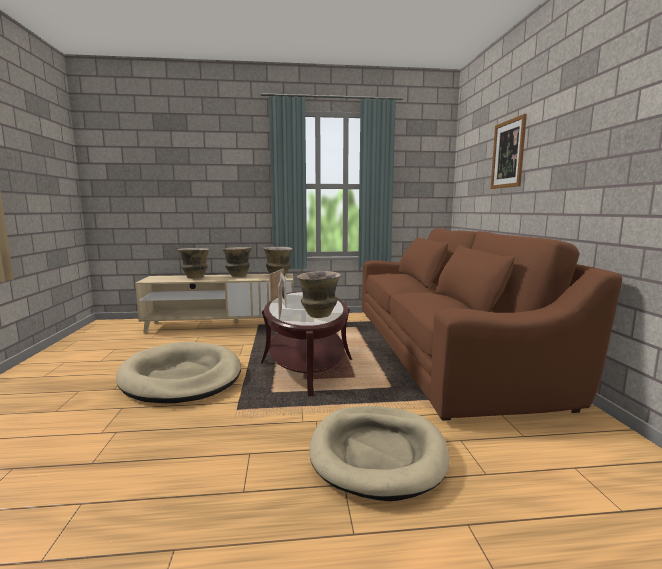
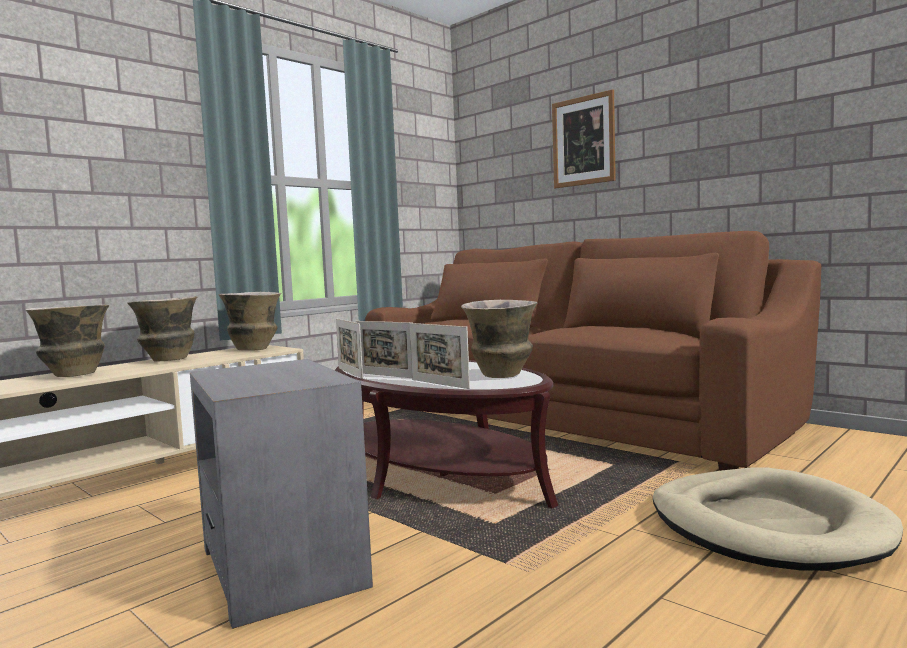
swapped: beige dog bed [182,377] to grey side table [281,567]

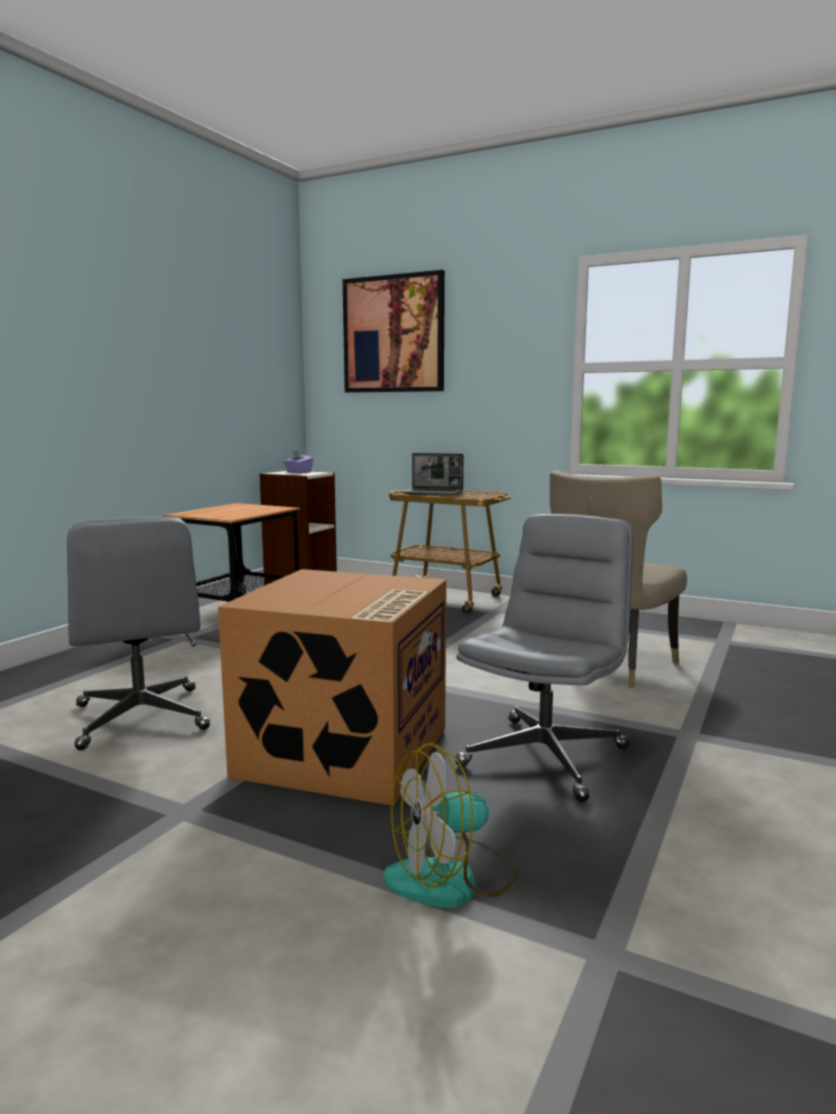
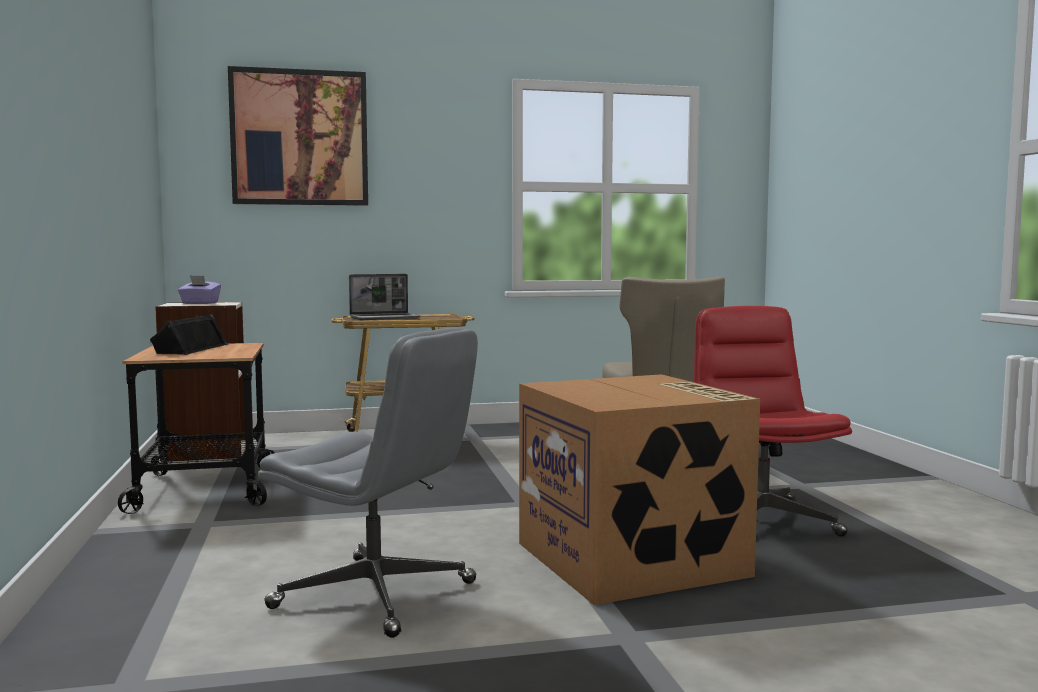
gone: fan [451,879]
new: black speaker [189,349]
repainted: grey office chair [544,756] to red office chair [760,520]

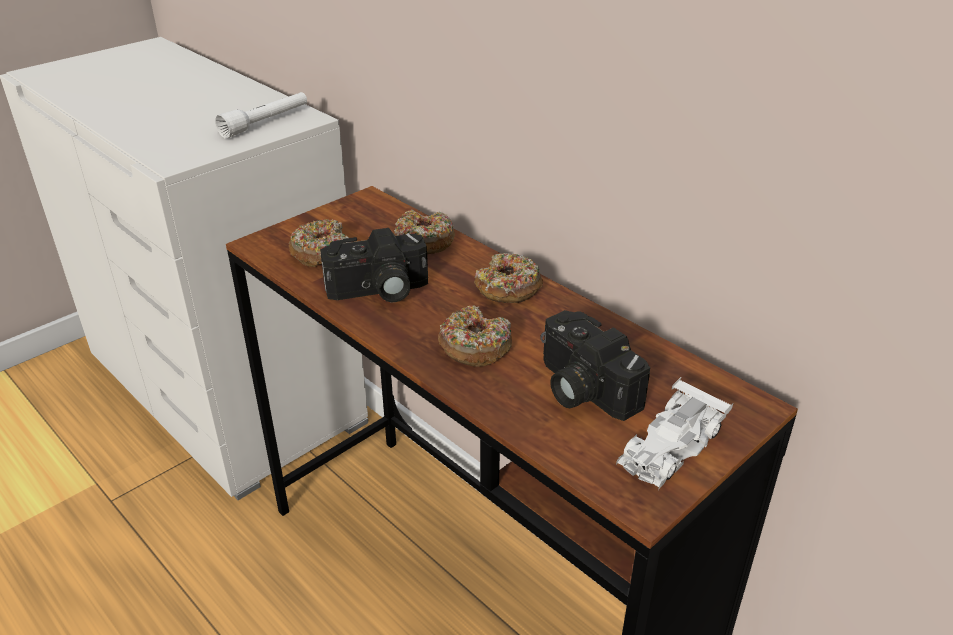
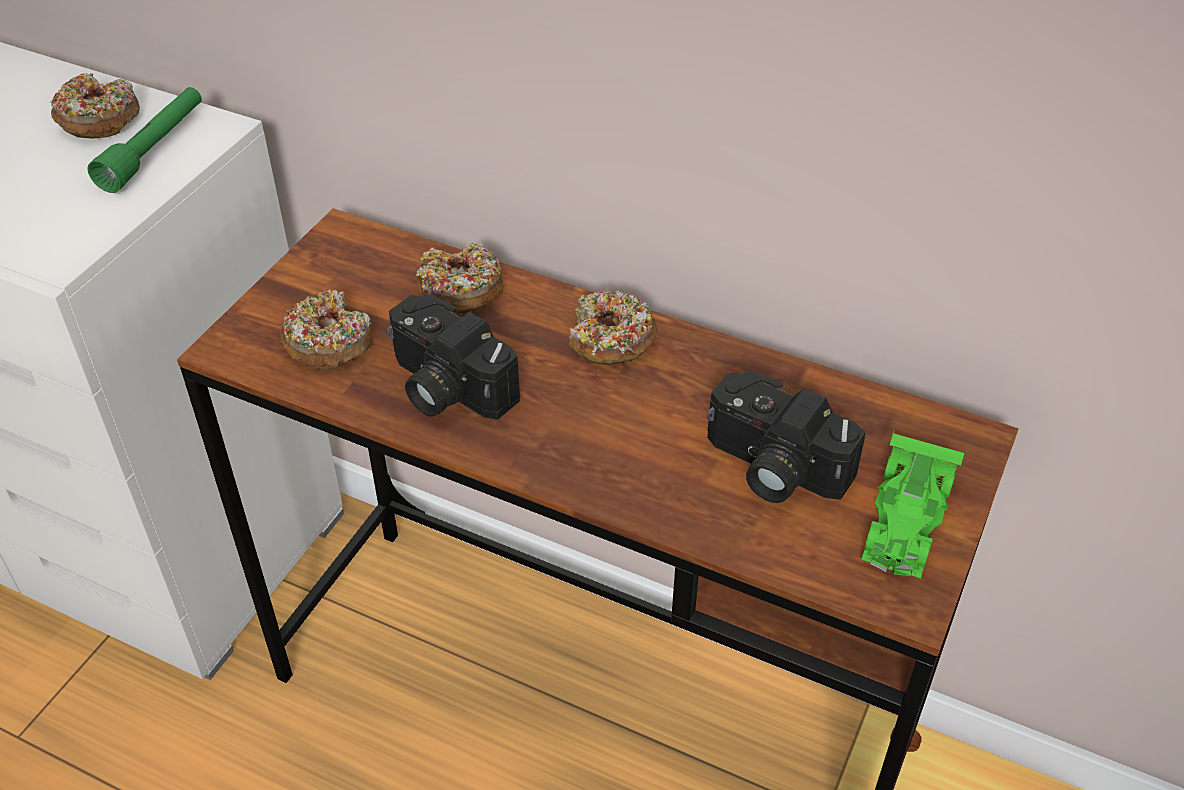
shifted: donut [475,347] to [98,119]
repainted: white flashlight [265,123] to green flashlight [154,150]; white toy car [669,446] to green toy car [906,519]
rotated: photo camera [378,291] = [444,387] 75 degrees clockwise

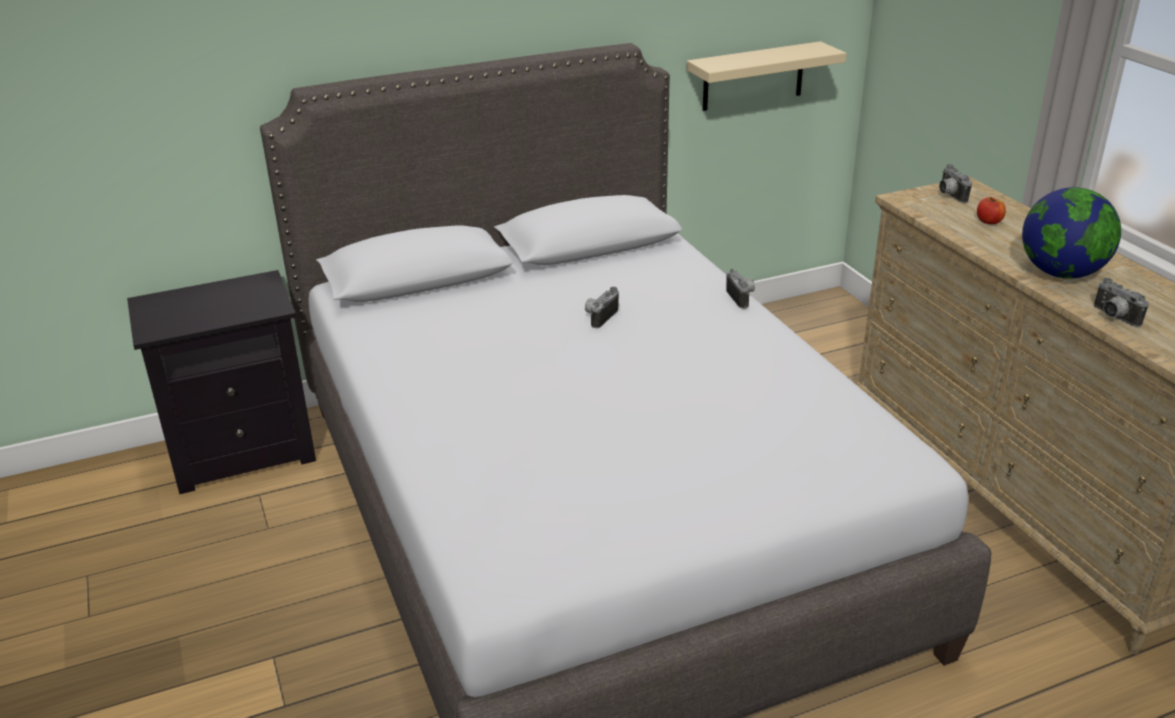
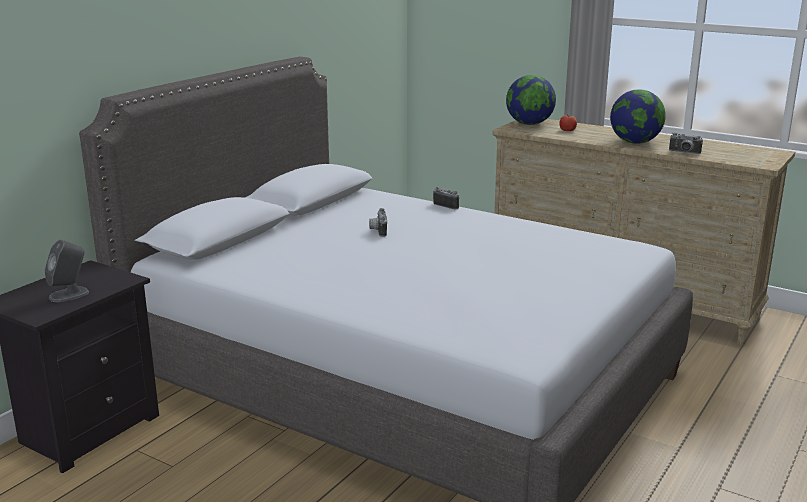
gone: beige shelf [753,76]
new: grey speaker [69,294]
swapped: photo camera [949,195] to globe [529,124]

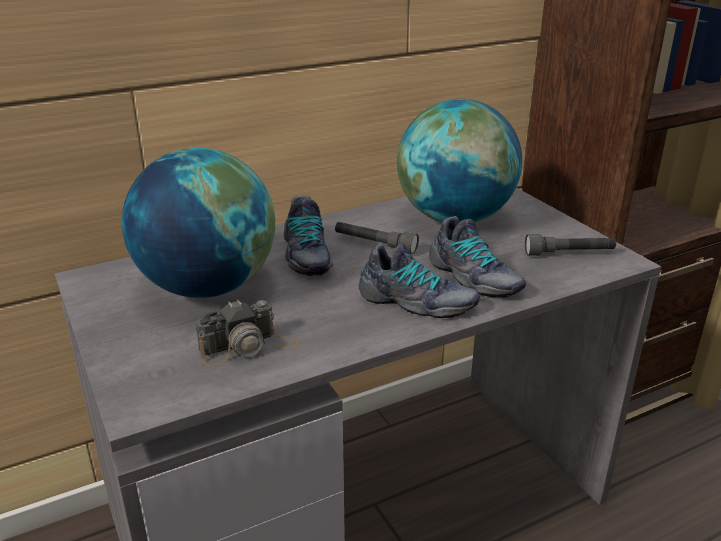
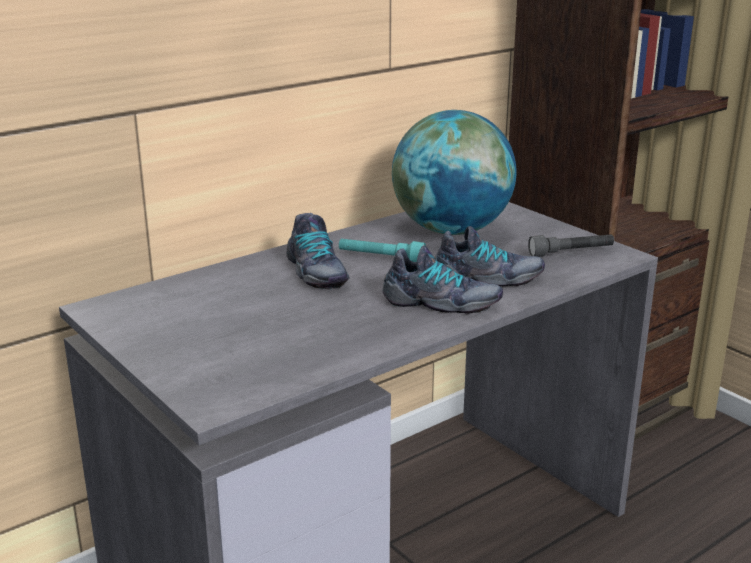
gone: globe [207,287]; photo camera [248,346]
repainted: grey flashlight [375,244] to turquoise flashlight [381,258]
rotated: shoe [473,278] = [487,279] 45 degrees counterclockwise

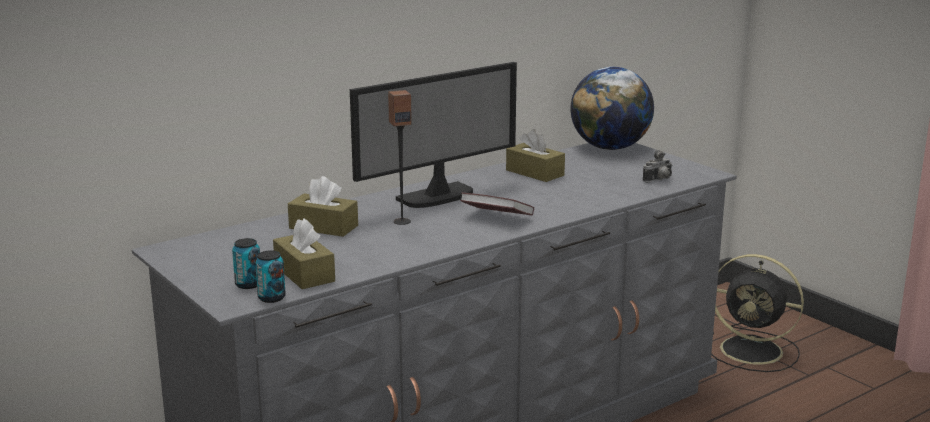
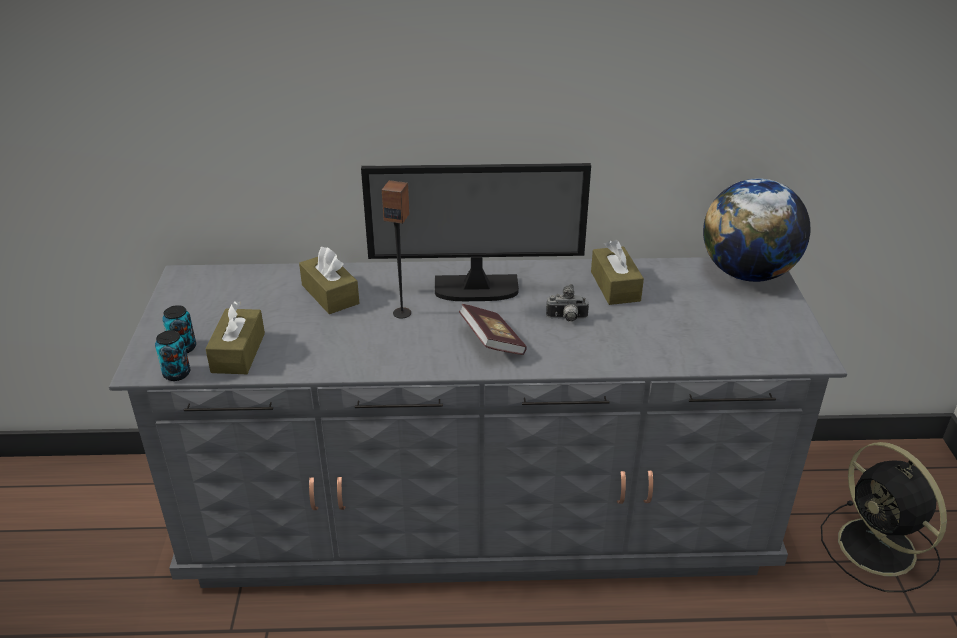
shifted: photo camera [659,180] to [567,319]

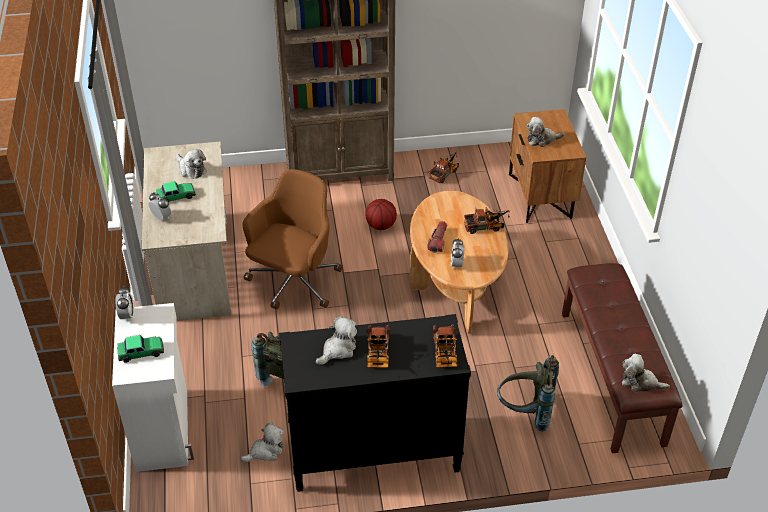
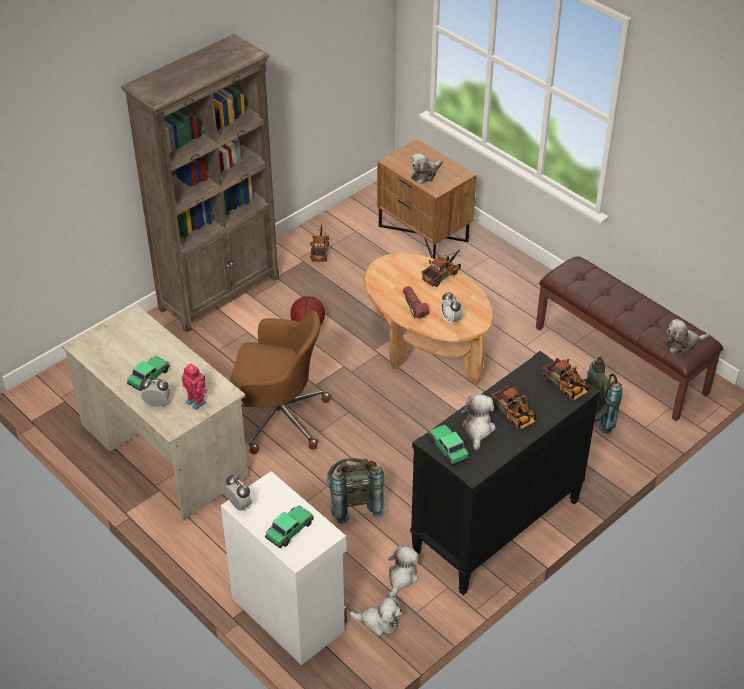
new: toy robot [197,401]; toy car [448,448]
shifted: plush toy [191,169] to [379,622]
rotated: brown office chair [294,283] = [278,417] 105 degrees clockwise

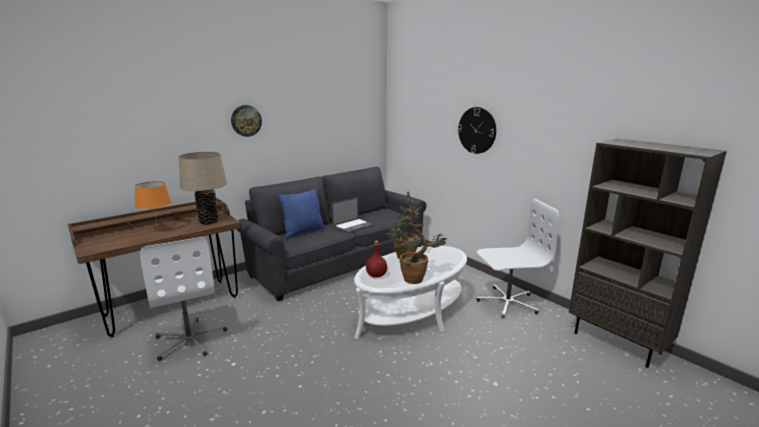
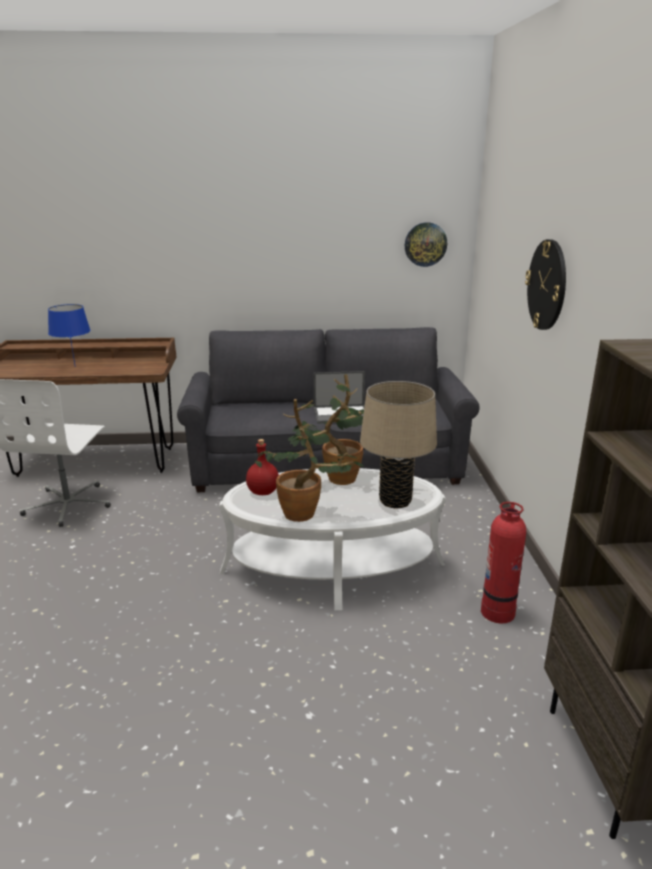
gone: blue pillow [303,232]
shifted: beige table lamp [208,221] to [395,501]; wall clock [246,120] to [425,244]
swapped: white office chair [507,302] to fire extinguisher [498,611]
repainted: orange table lamp [157,231] to blue table lamp [74,366]

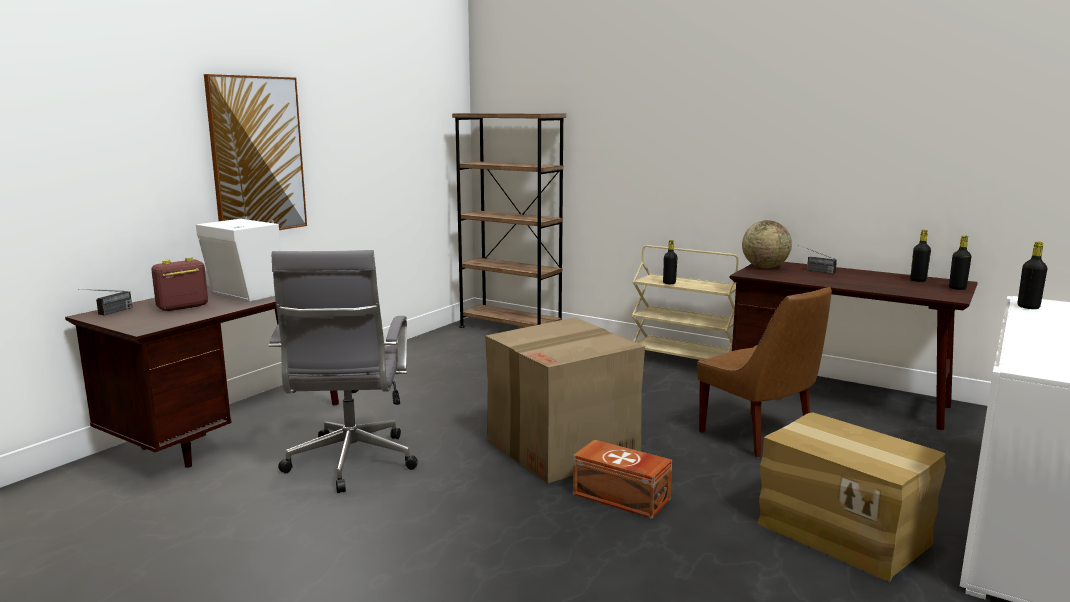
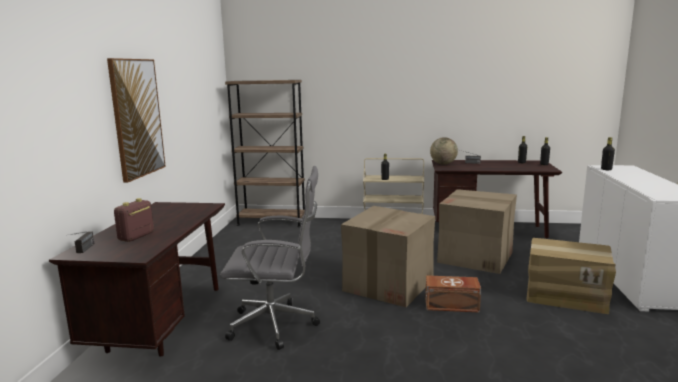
gone: white speaker [245,294]
swapped: brown chair [758,435] to cardboard box [476,257]
rotated: grey office chair [350,464] = [277,325] 60 degrees counterclockwise

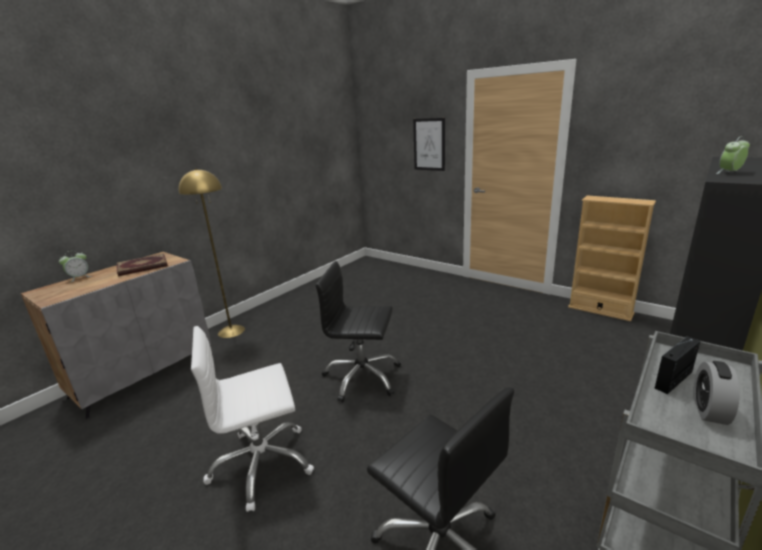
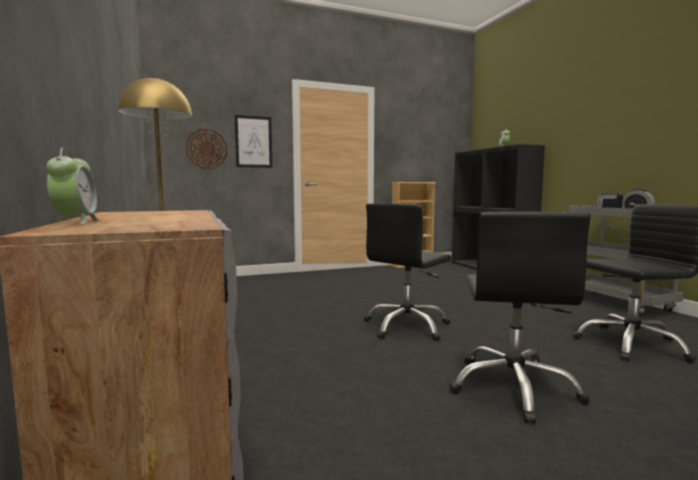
gone: book [143,267]
new: wall clock [206,149]
repainted: white office chair [262,464] to black office chair [513,388]

